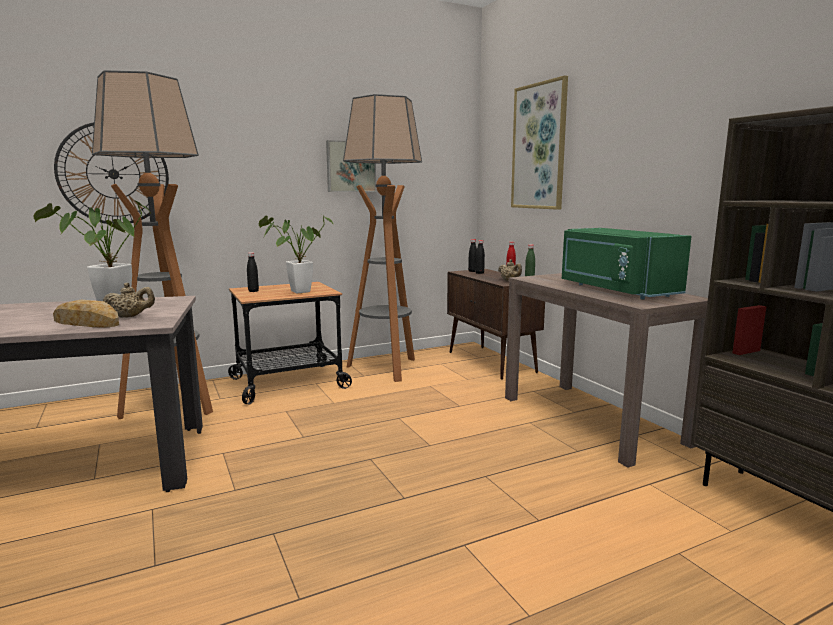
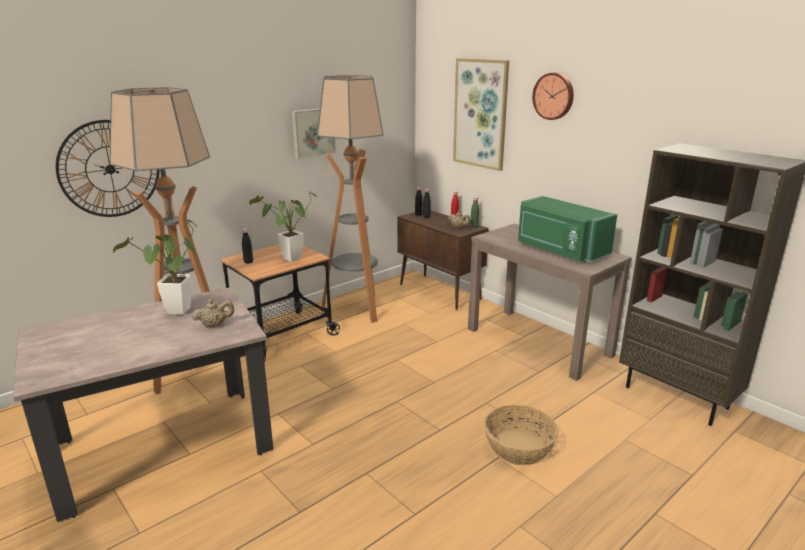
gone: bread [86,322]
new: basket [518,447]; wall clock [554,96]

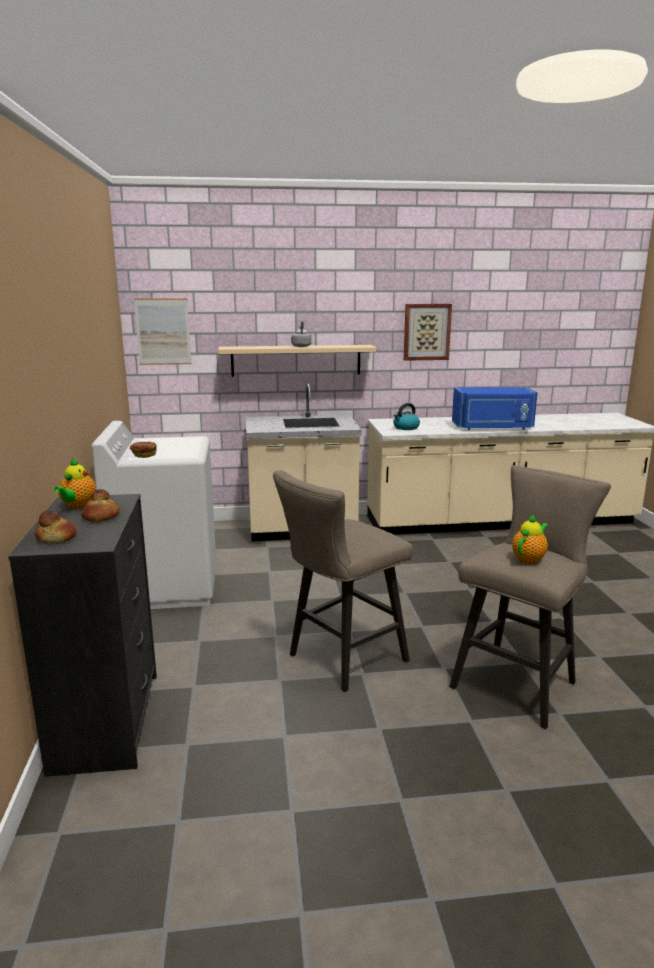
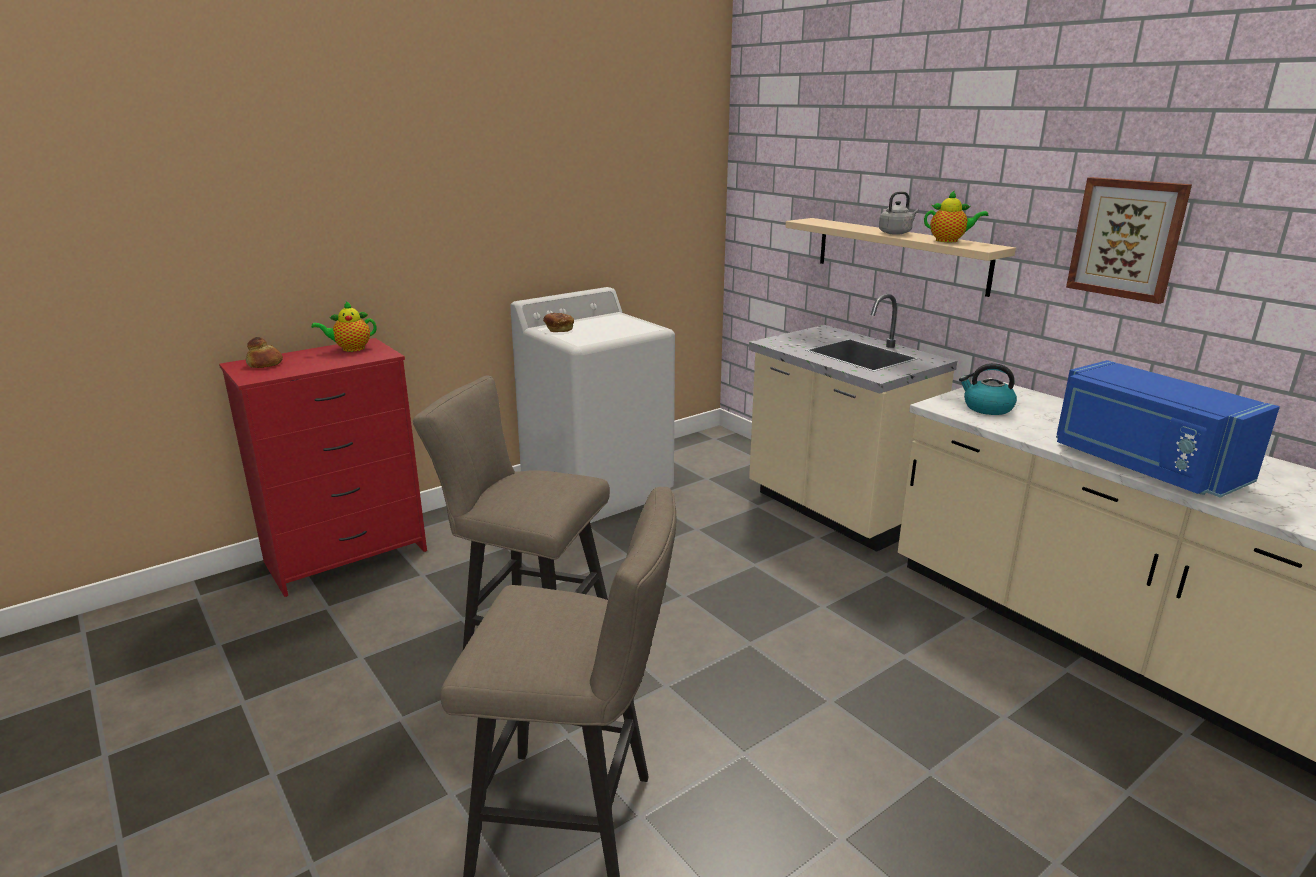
gone: bread [101,517]; picture [163,331]
shifted: teapot [529,559] to [949,241]
repainted: black dresser [108,721] to red dresser [346,557]

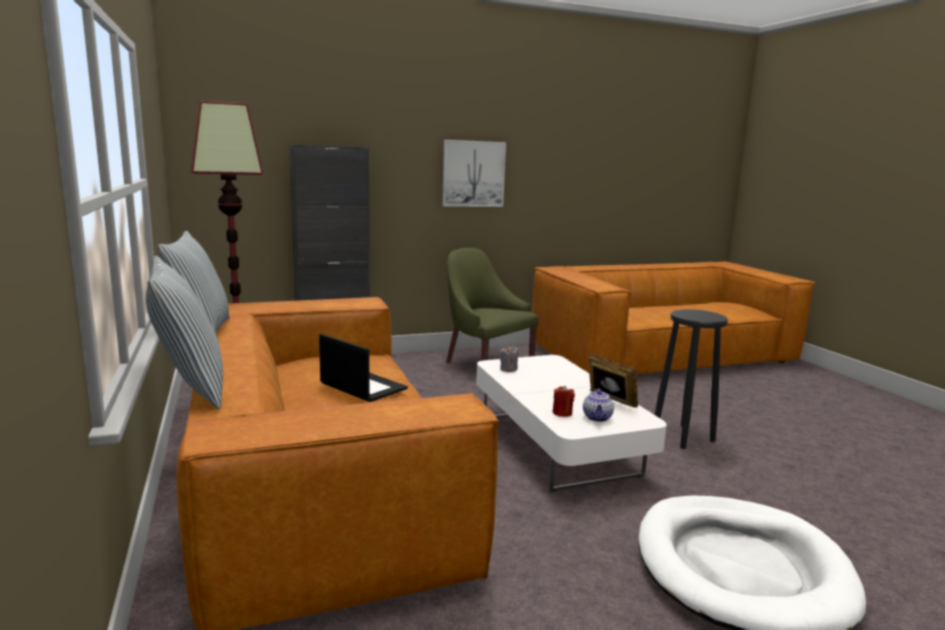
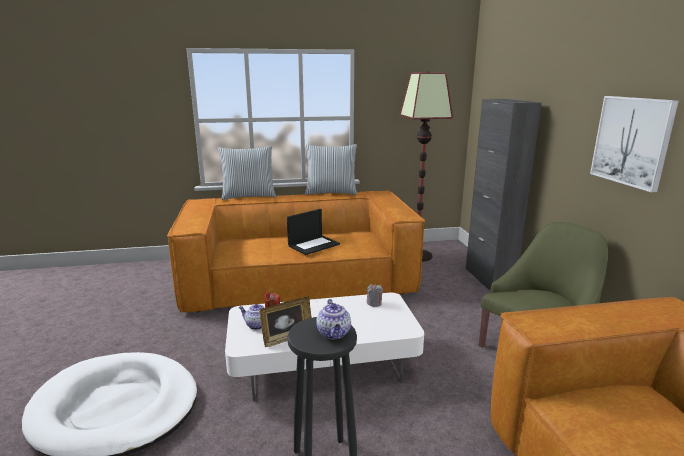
new: teapot [334,333]

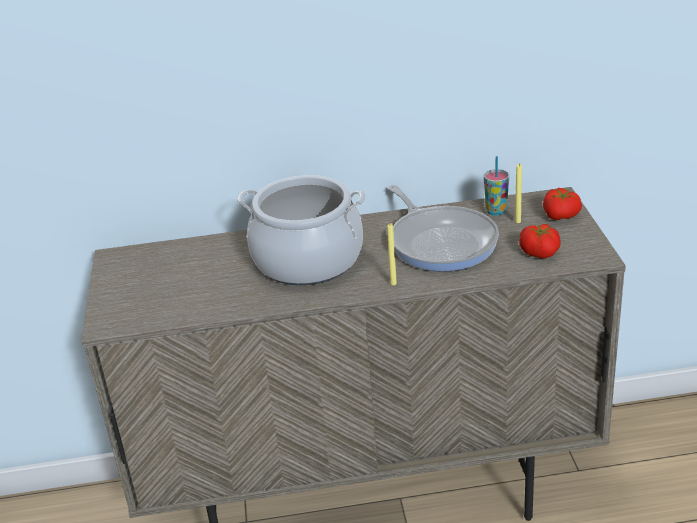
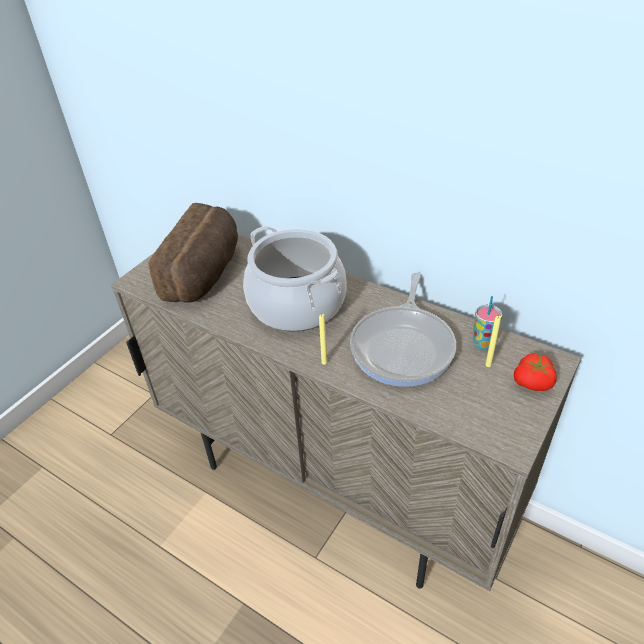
gone: tomato [540,252]
new: bread [206,273]

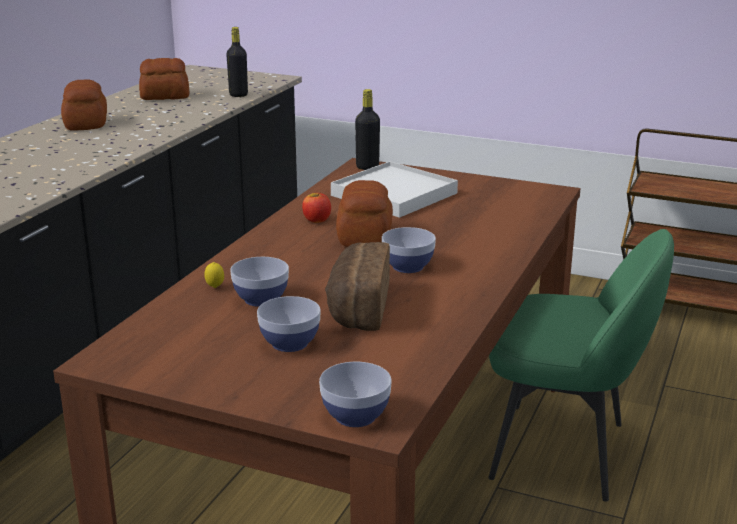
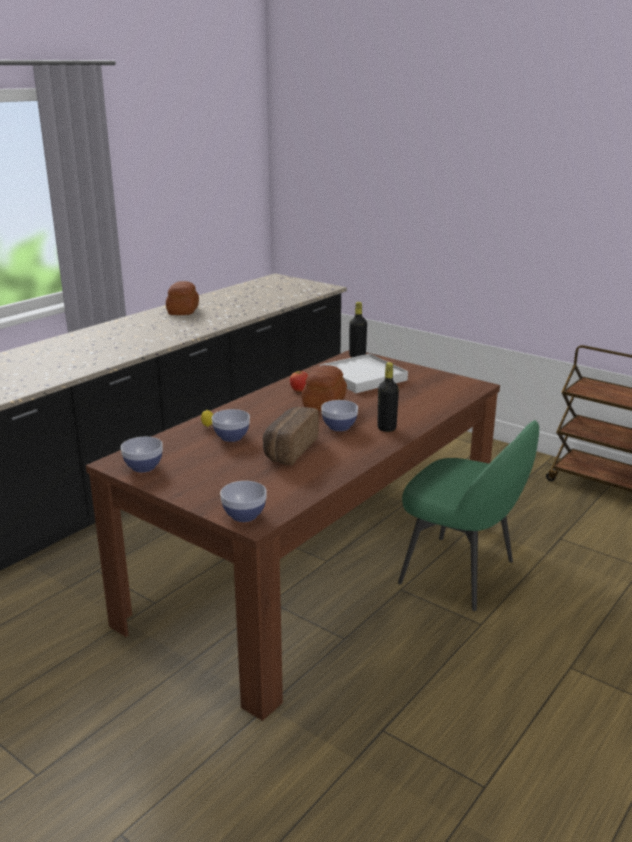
gone: bread [164,96]
shifted: black bottle [238,95] to [386,428]; bowl [289,343] to [143,467]

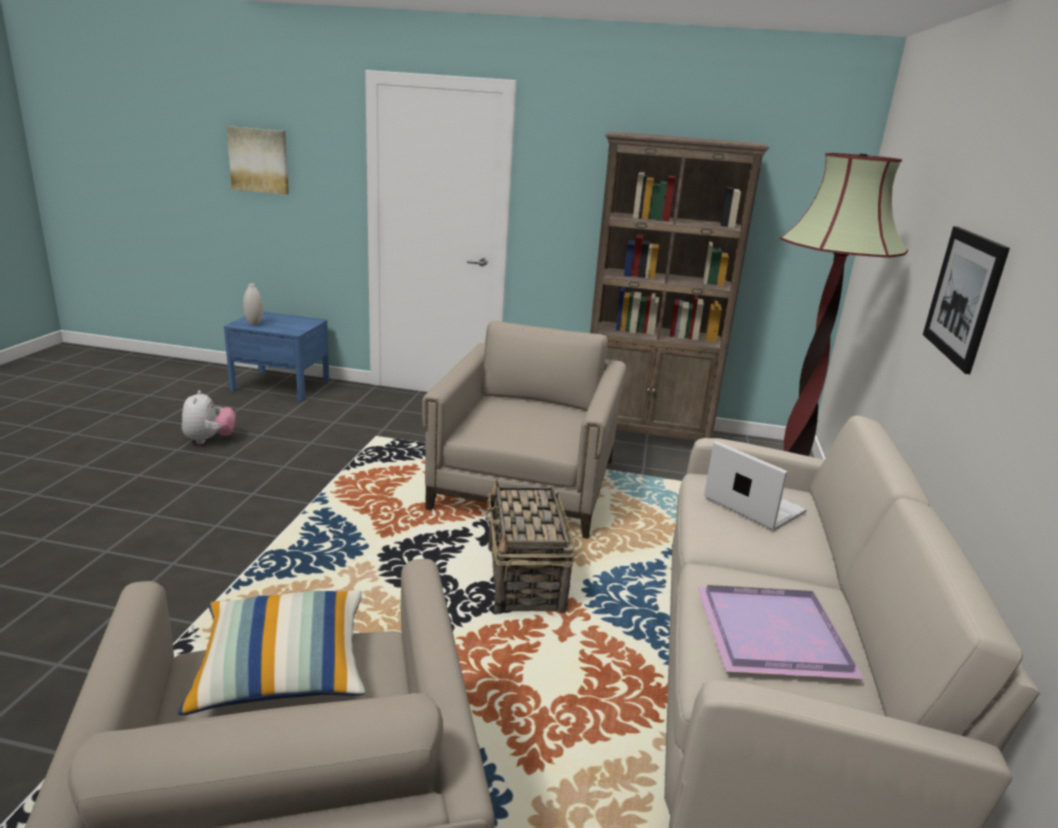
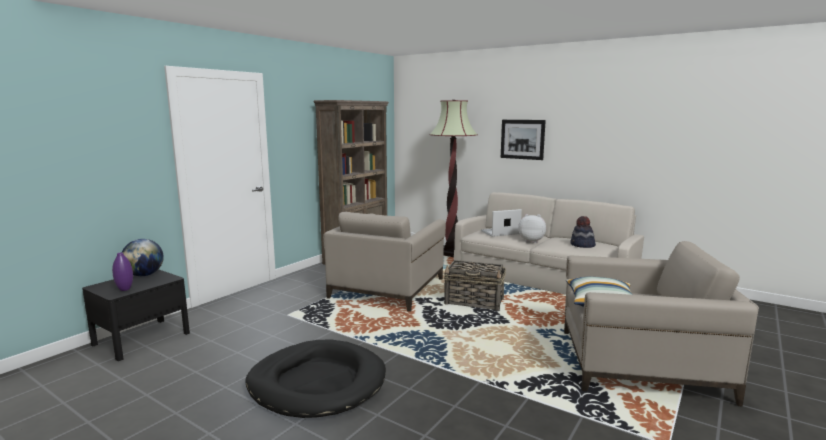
gone: picture [259,160]
new: globe [144,275]; black dog bed [317,383]
shifted: plush toy [209,440] to [531,241]
swapped: purple tray [771,636] to hat [582,245]
repainted: blue nightstand [281,385] to black nightstand [141,339]; white vase [254,324] to purple vase [125,289]
rotated: beige armchair [525,485] = [388,288] 105 degrees counterclockwise

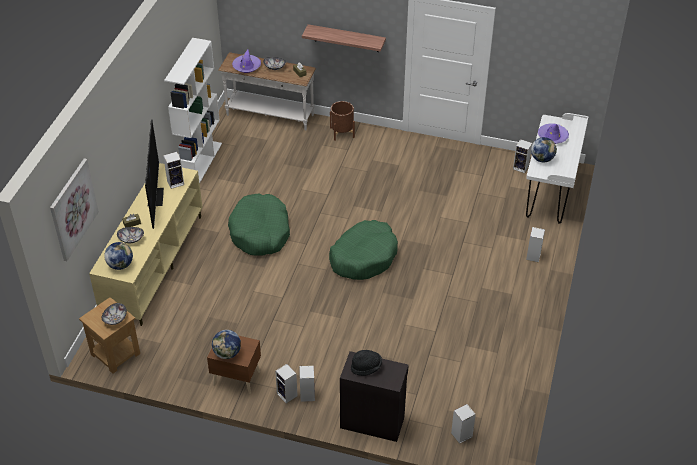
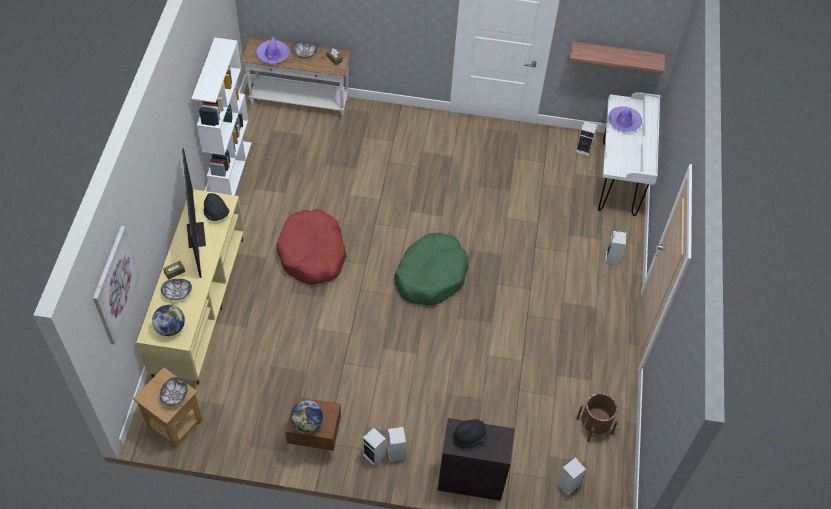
gone: globe [542,159]
shifted: shelf [346,38] to [616,55]; brown planter [342,132] to [594,426]
swapped: speaker [176,182] to black hat [216,213]
repainted: green dog bed [260,232] to red dog bed [312,254]

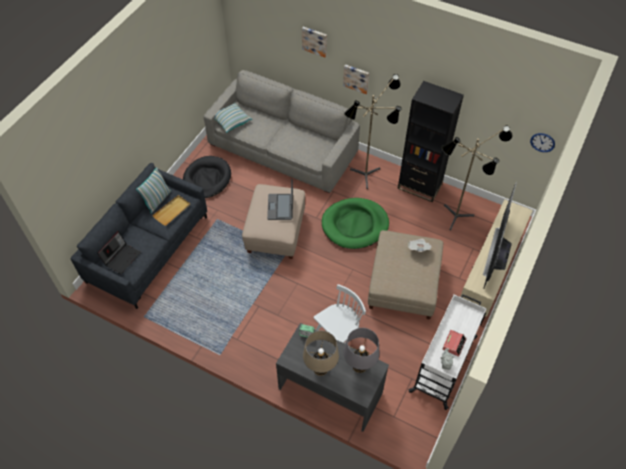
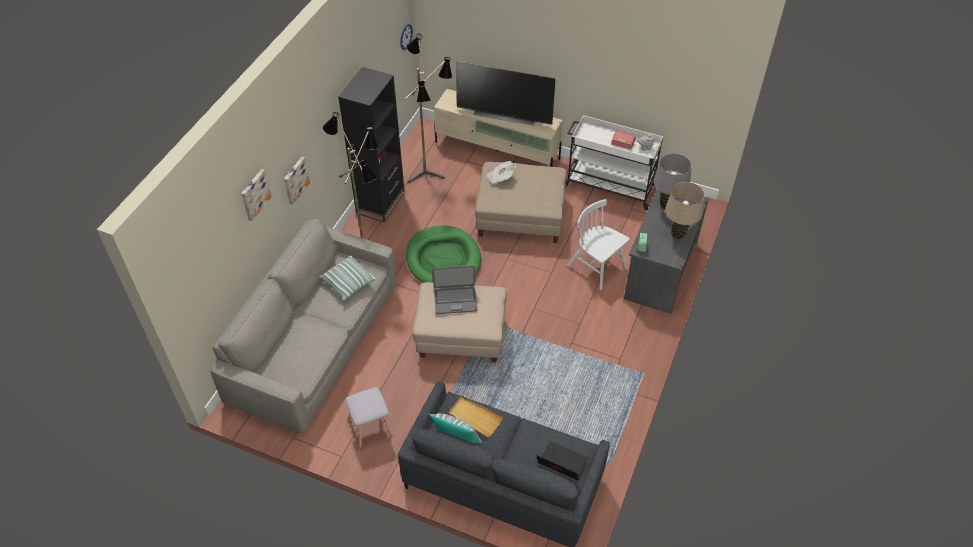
shifted: pillow [231,121] to [349,282]
swapped: black dog bed [207,179] to grey stool [371,428]

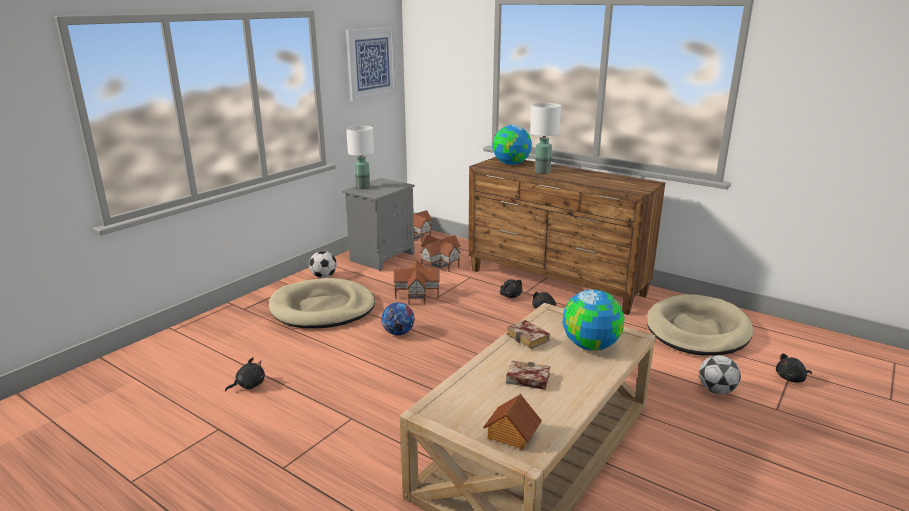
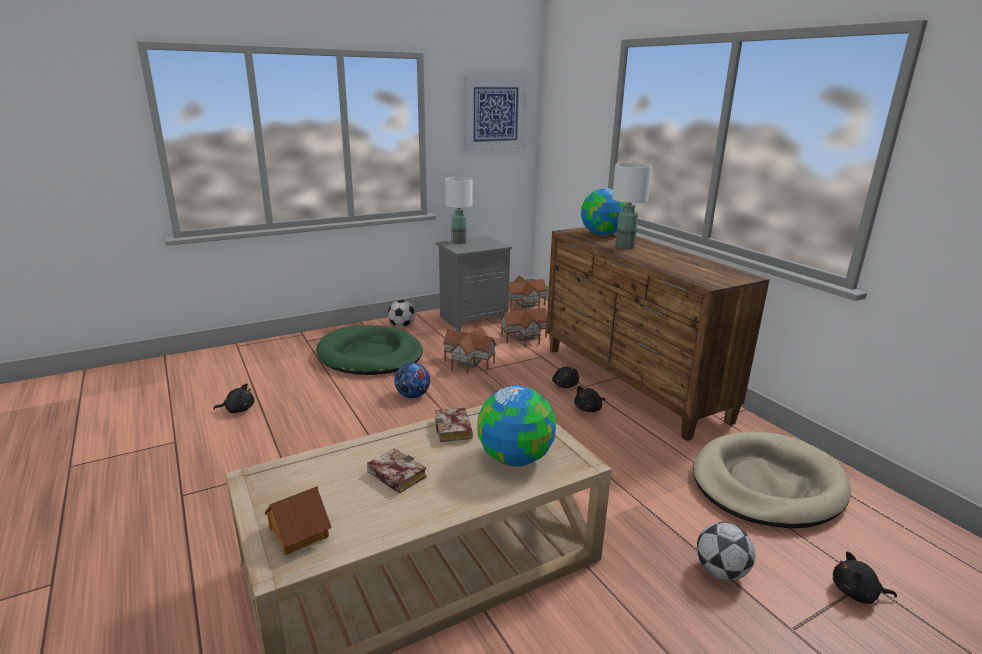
repainted: beige dog bed [322,308] to green dog bed [370,355]

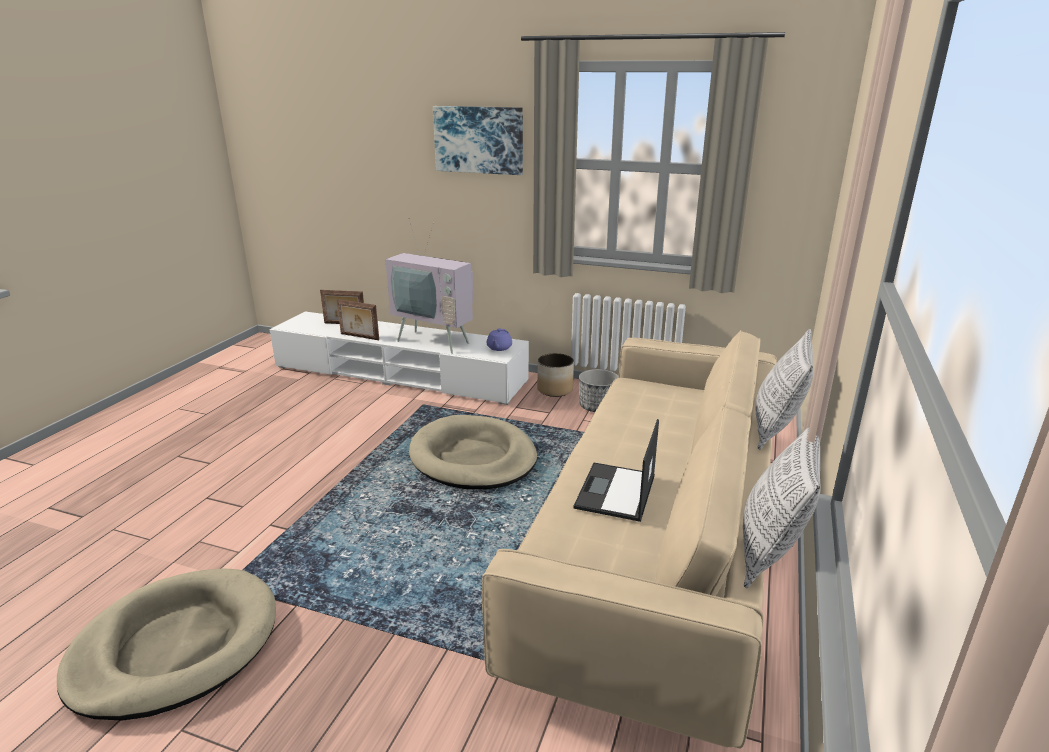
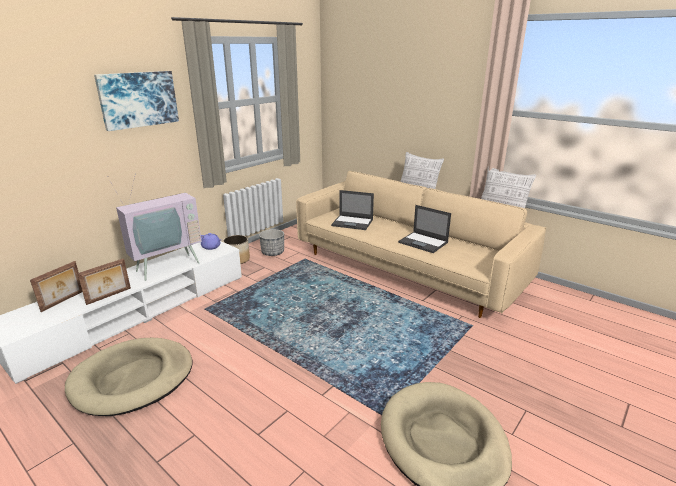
new: laptop [353,223]
shifted: beige dog bed [473,458] to [133,379]

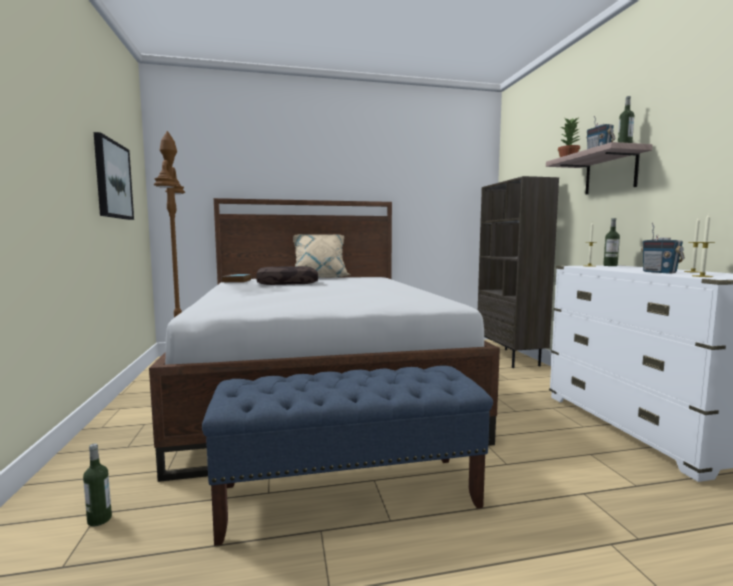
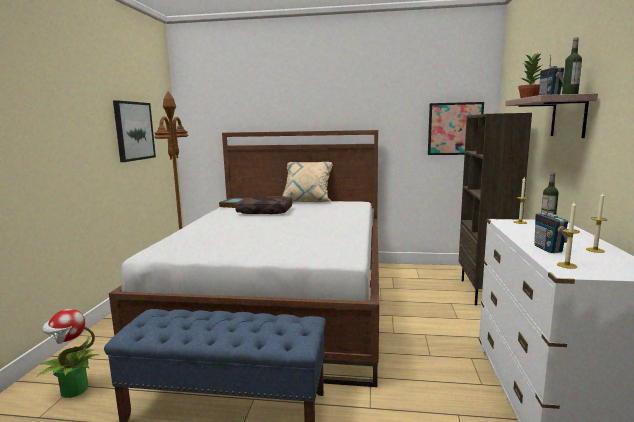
new: picture [454,129]
swapped: bottle [99,519] to potted plant [73,390]

